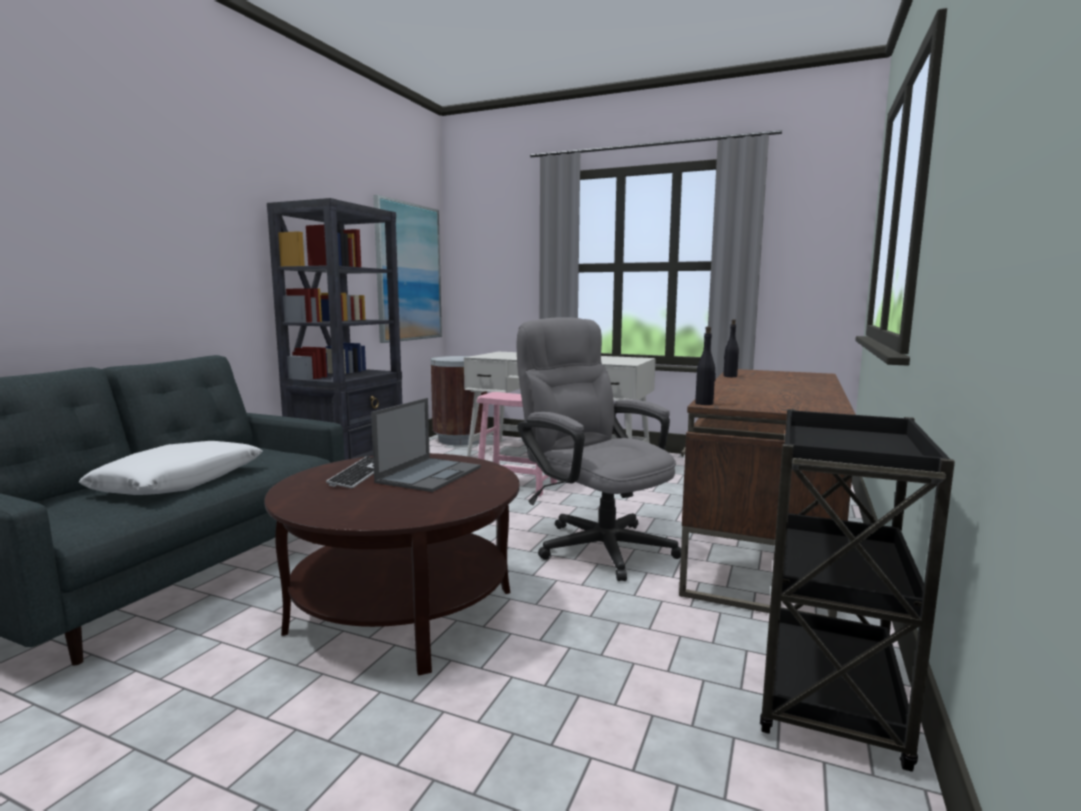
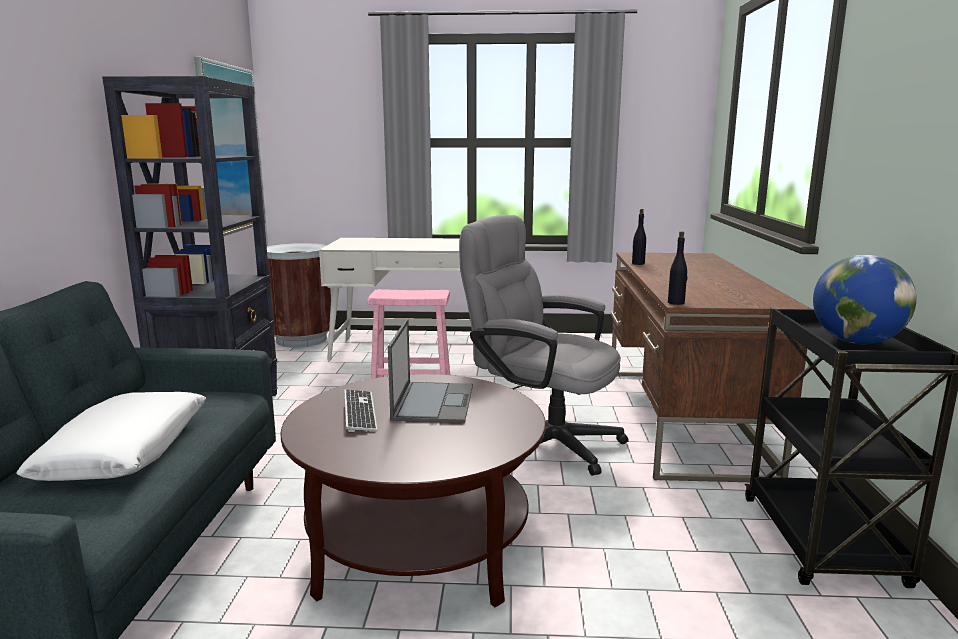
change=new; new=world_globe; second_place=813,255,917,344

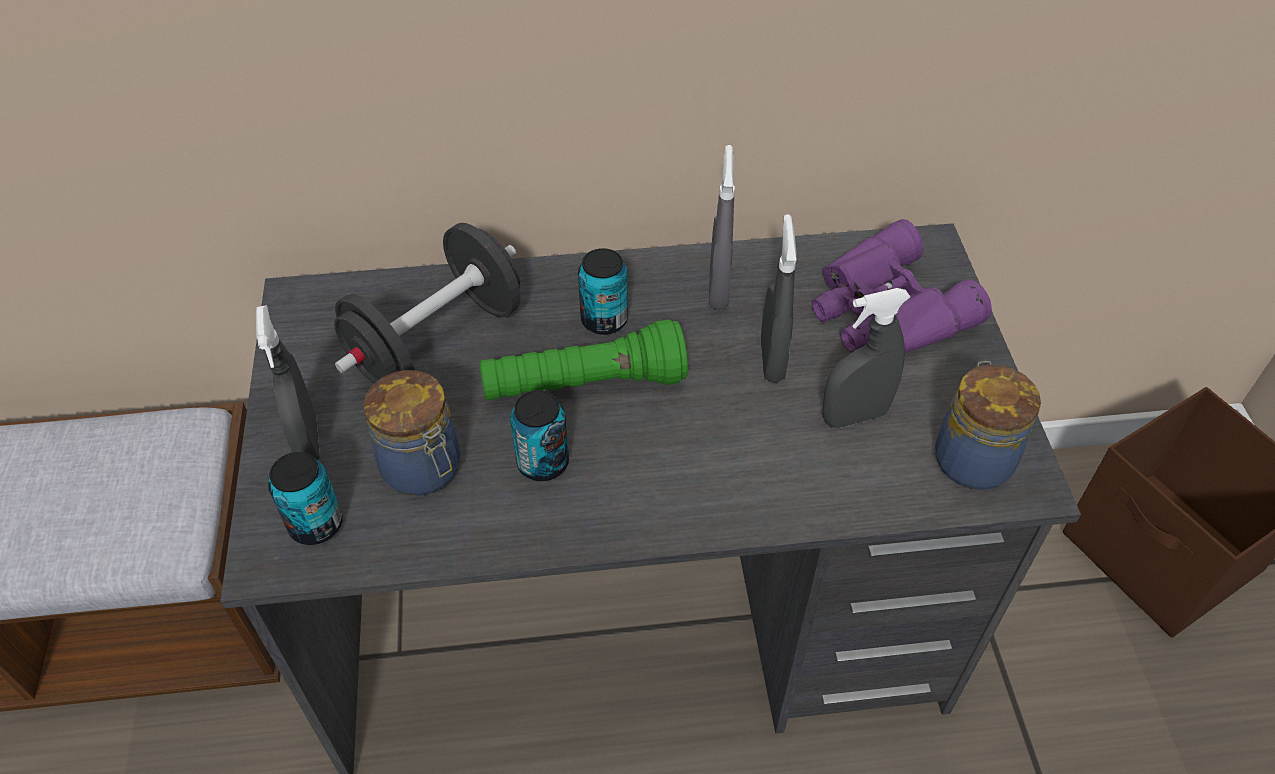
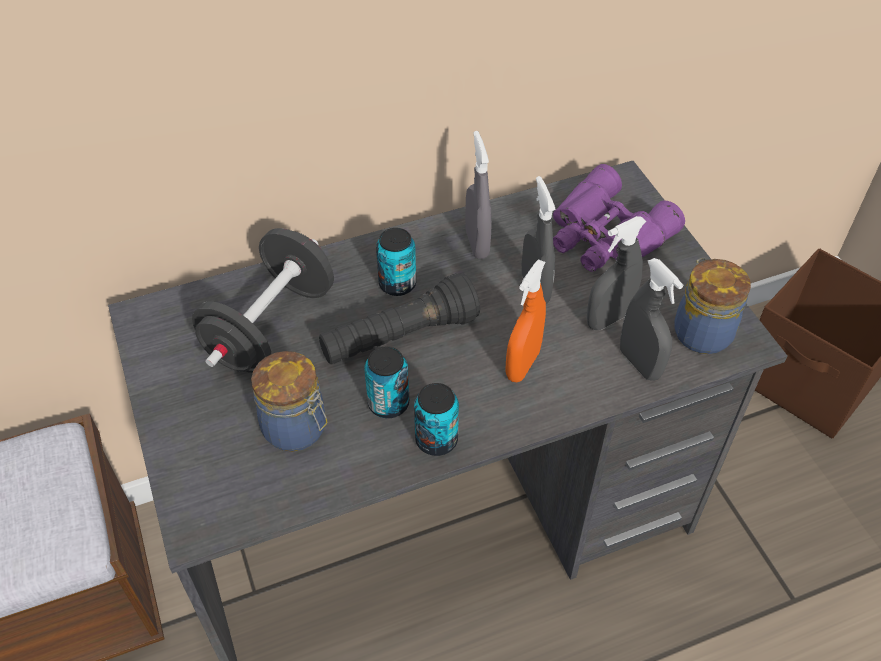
change=new; new=orangey_spray_bottle; second_place=505,259,546,382
change=shifted; old=grey_spray_bottle; first_place=256,305,320,460; second_place=620,258,683,381
change=shifted; old=sealed_can; first_place=268,452,343,545; second_place=414,383,459,456
change=repainted; old=greenish_hand_torch; new=blackish_hand_torch; first_place=479,319,688,400; second_place=319,273,480,365

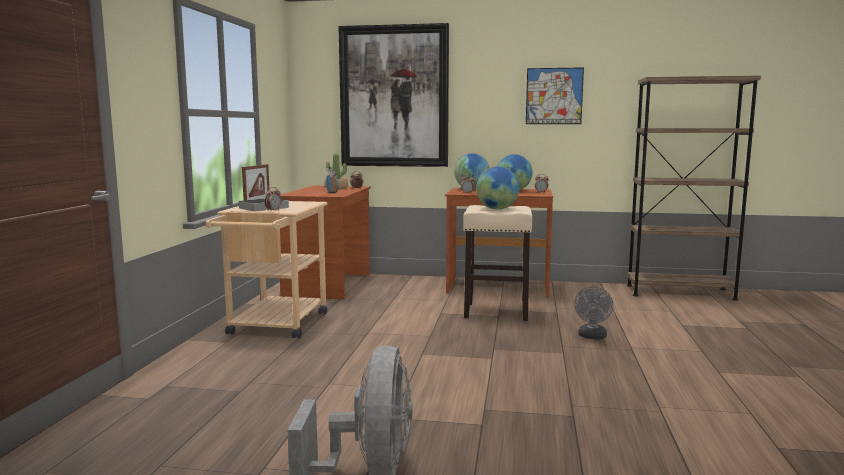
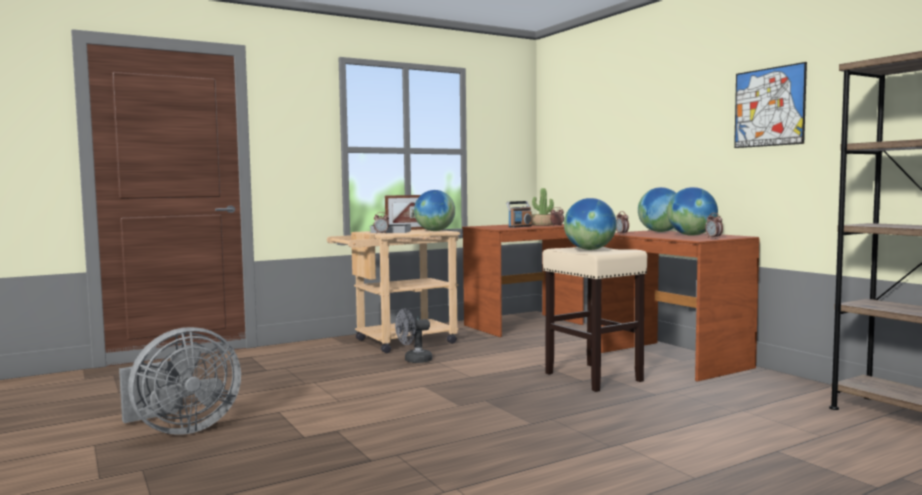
change=gone; old=wall_art; first_place=338,23,449,167
change=new; new=world_globe; second_place=414,190,455,231
change=shifted; old=grey_fan; first_place=574,286,613,339; second_place=395,309,432,363

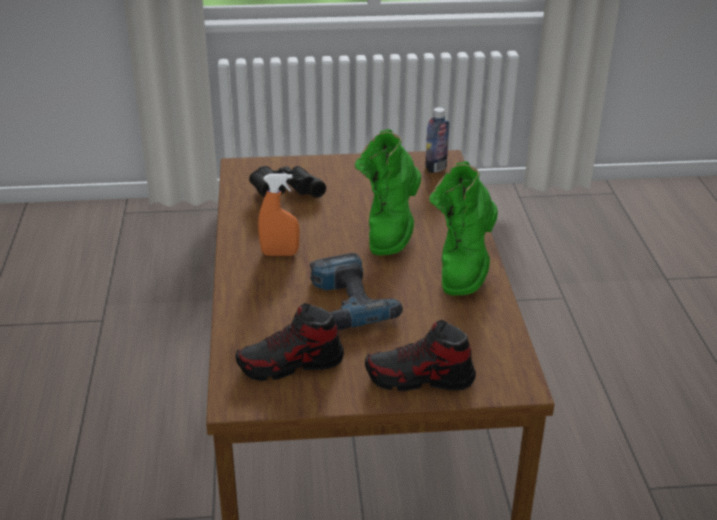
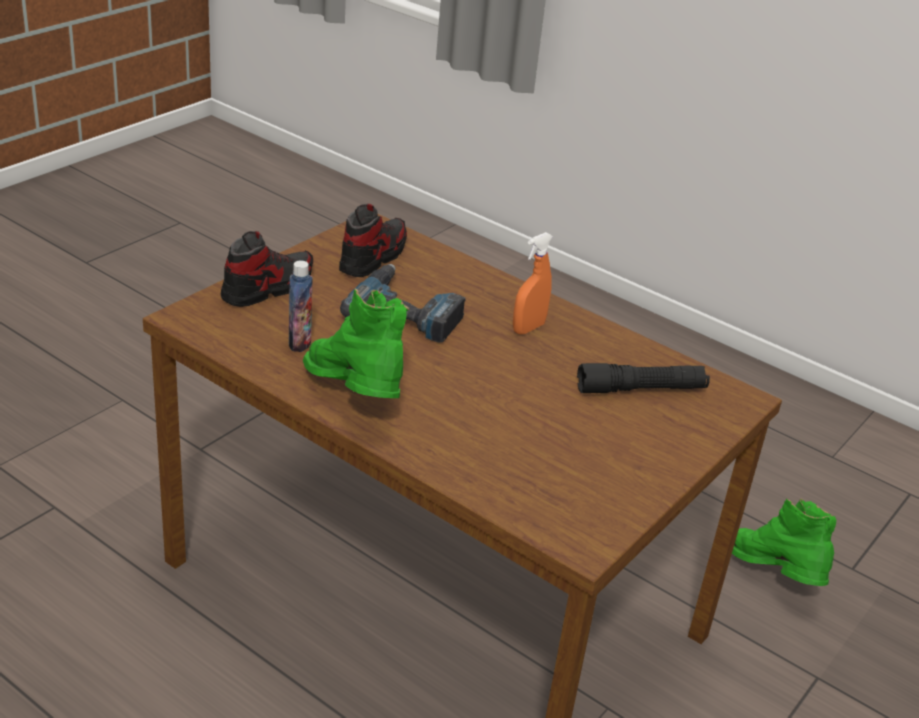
change=shifted; old=greenish_boot; first_place=355,129,421,255; second_place=732,499,836,586
change=shifted; old=bottle; first_place=425,107,449,173; second_place=289,260,313,352
change=swapped; old=blackish_field_glasses; new=blackish_hand_torch; first_place=249,166,326,198; second_place=577,363,710,393

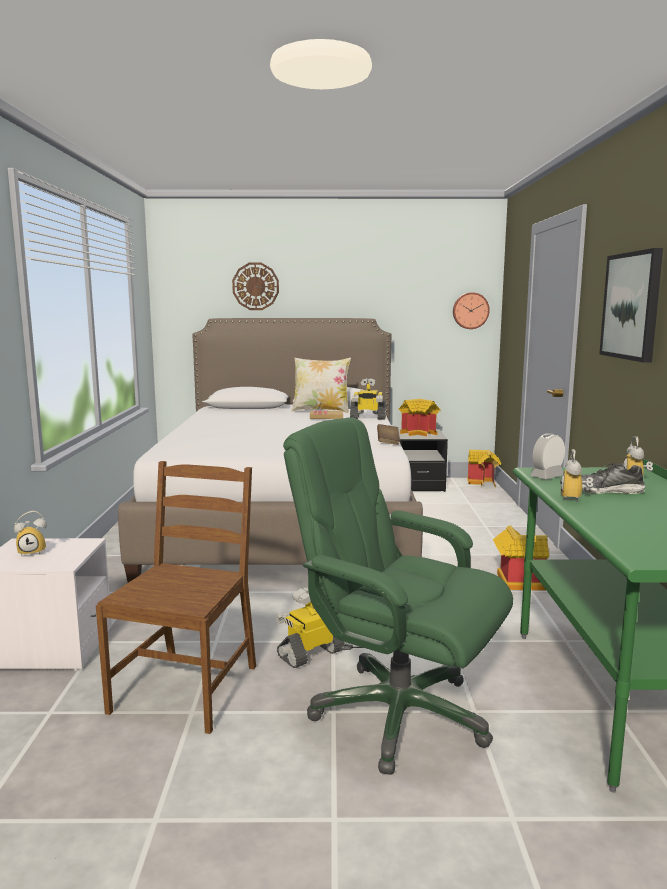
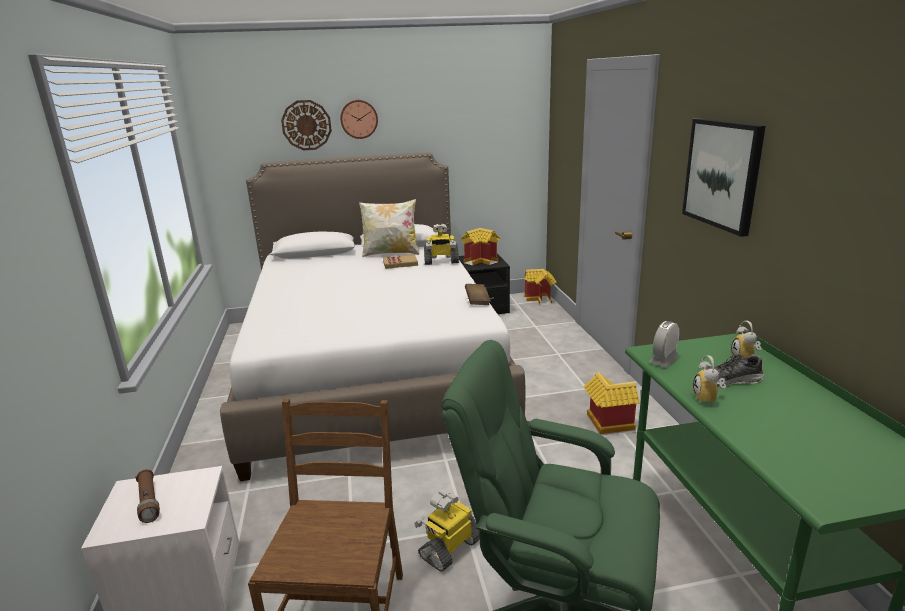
change=shifted; old=wall_clock; first_place=453,292,490,329; second_place=340,100,378,139
change=swapped; old=table_clock; new=brown_hand_torch; first_place=14,511,47,556; second_place=135,469,160,523

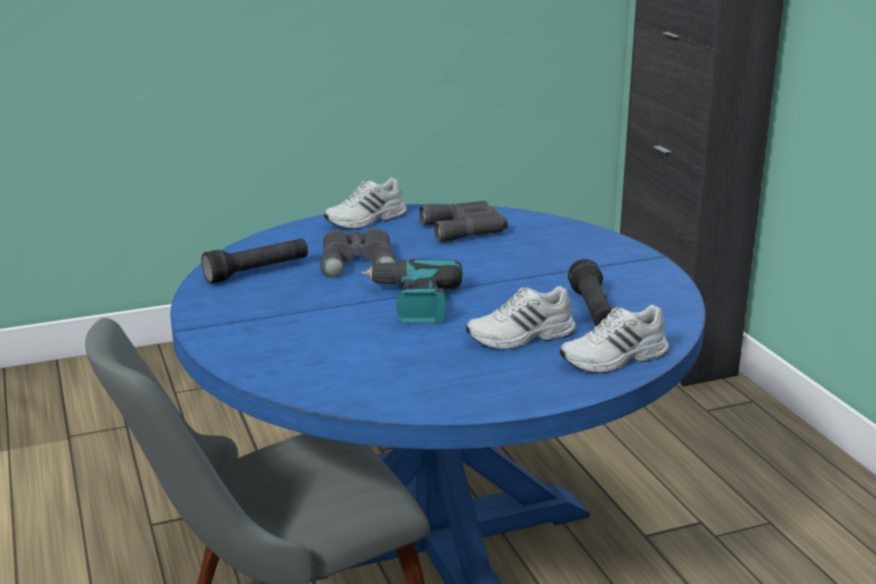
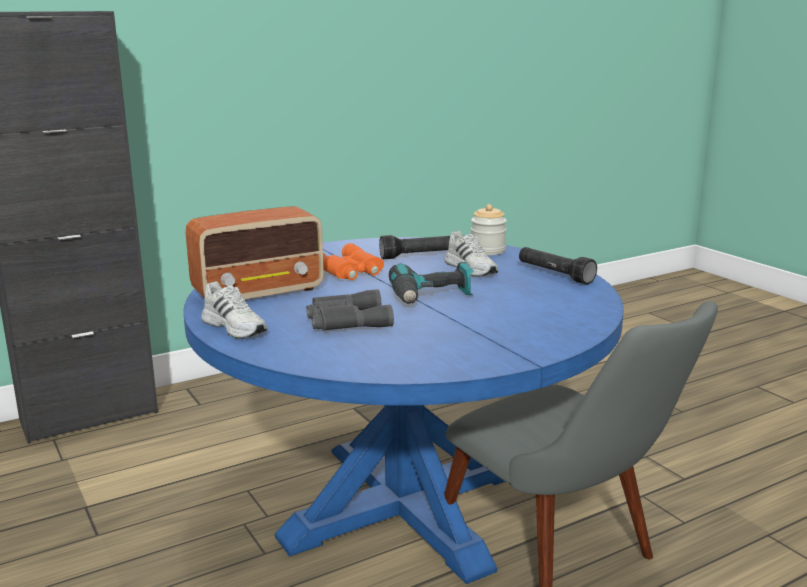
change=new; new=orangey_field_glasses; second_place=323,243,384,280
change=shifted; old=blackish_hand_torch; first_place=201,238,308,284; second_place=519,247,597,285
change=swapped; old=grey_field_glasses; new=radio_set; first_place=419,201,508,242; second_place=186,206,324,299
change=swapped; old=white-coloured_low_shoe; new=preserve_jar; first_place=560,305,669,373; second_place=471,204,507,255

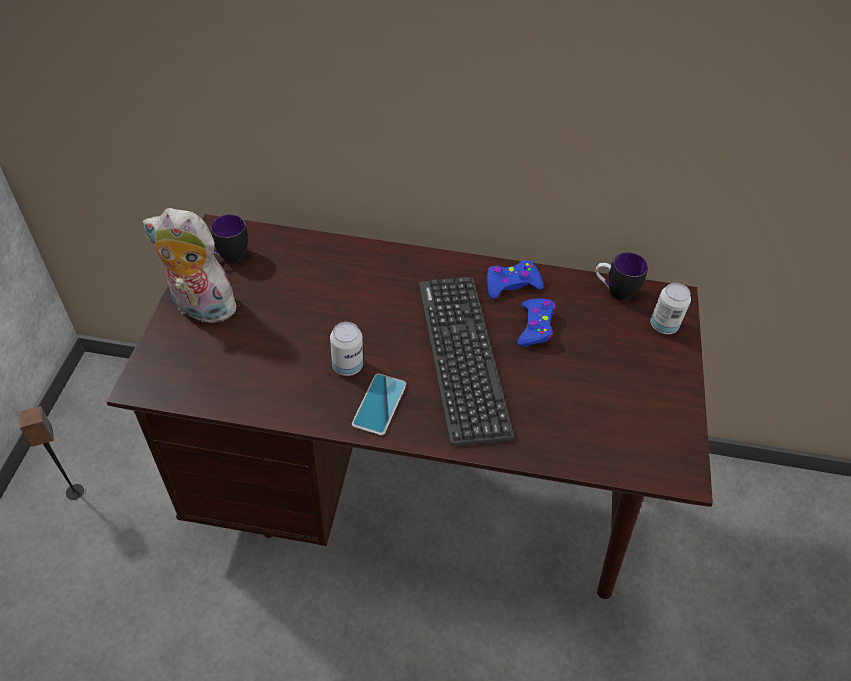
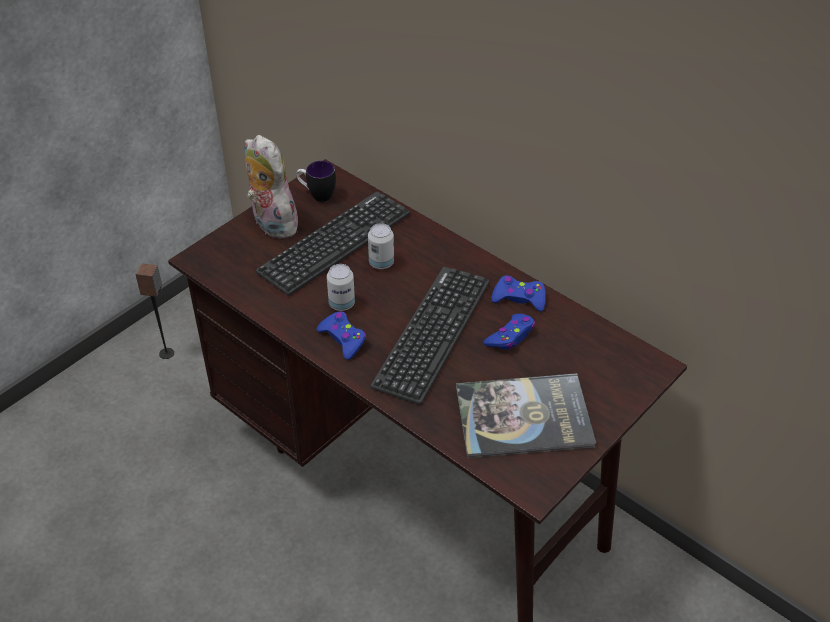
change=gone; old=mug; first_place=595,252,648,301
change=new; new=computer_keyboard; second_place=256,192,410,296
change=new; new=bound_book; second_place=456,373,596,458
change=shifted; old=sealed_can; first_place=650,283,691,334; second_place=368,223,394,269
change=swapped; old=handset; new=bluish_game_controller; first_place=352,373,406,435; second_place=317,311,366,360

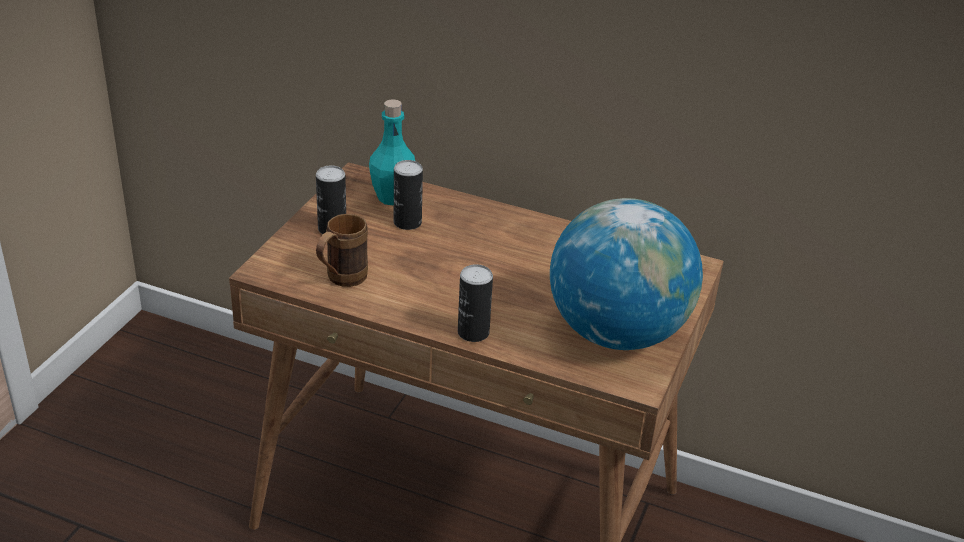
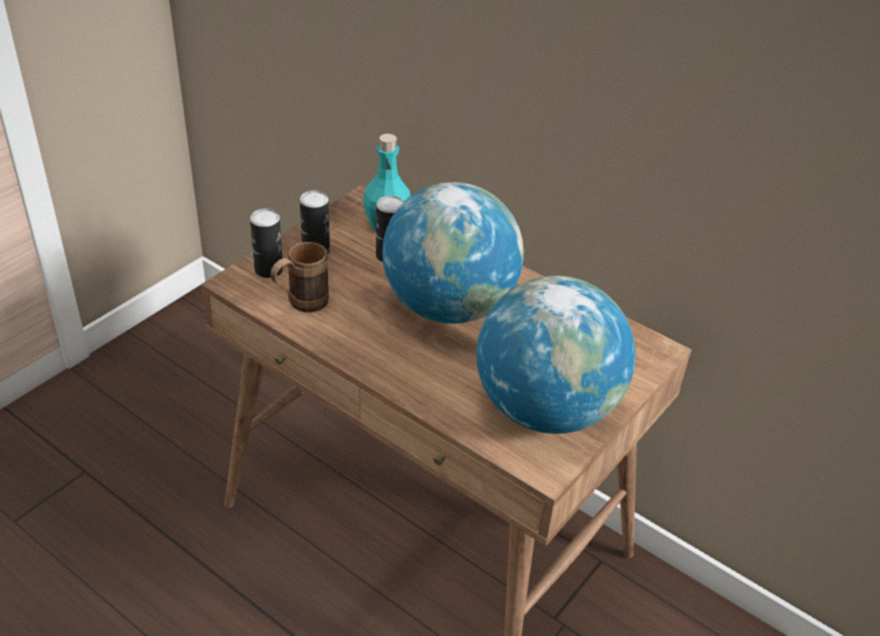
change=new; new=world_globe; second_place=382,182,524,324
change=shifted; old=sealed_can; first_place=458,264,493,342; second_place=250,209,283,278

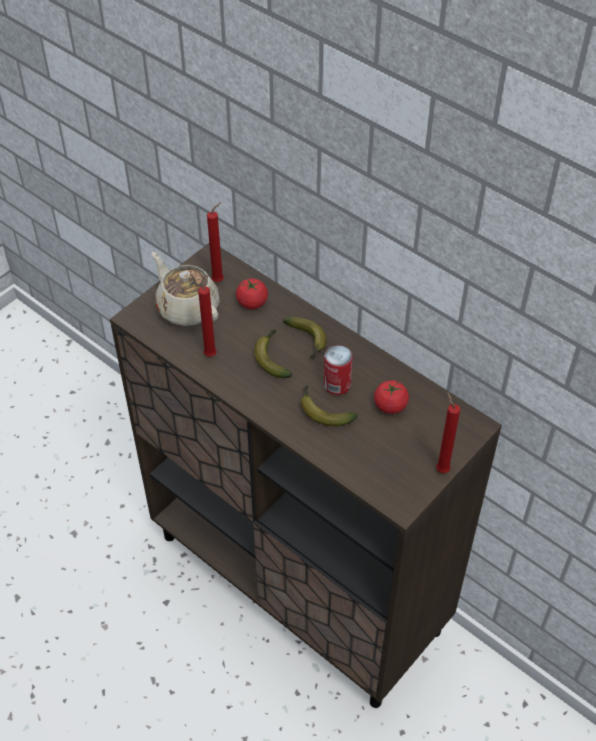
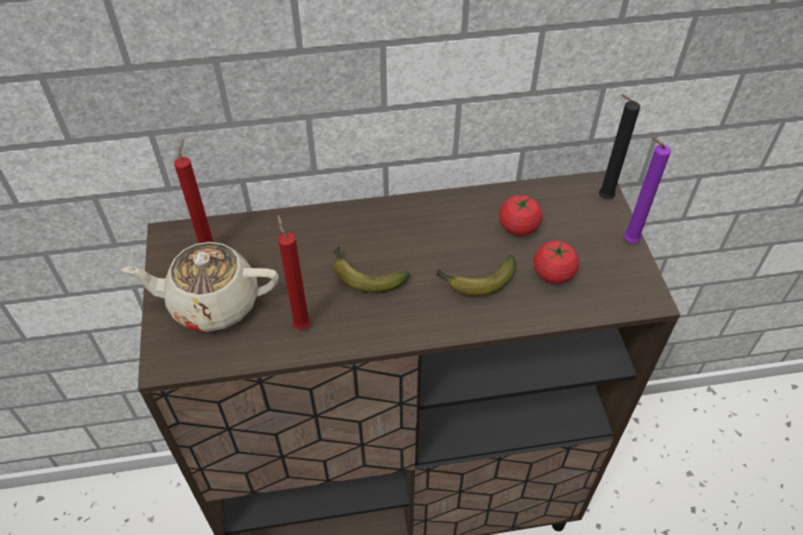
change=gone; old=banana_fruit; first_place=283,317,327,360
change=gone; old=sealed_can; first_place=324,345,353,395
change=new; new=blackish_candle; second_place=599,95,640,199
change=shifted; old=whole_tomato; first_place=236,278,268,309; second_place=533,241,579,284
change=repainted; old=red_candle; new=purple_candle; first_place=436,392,460,473; second_place=624,136,671,243

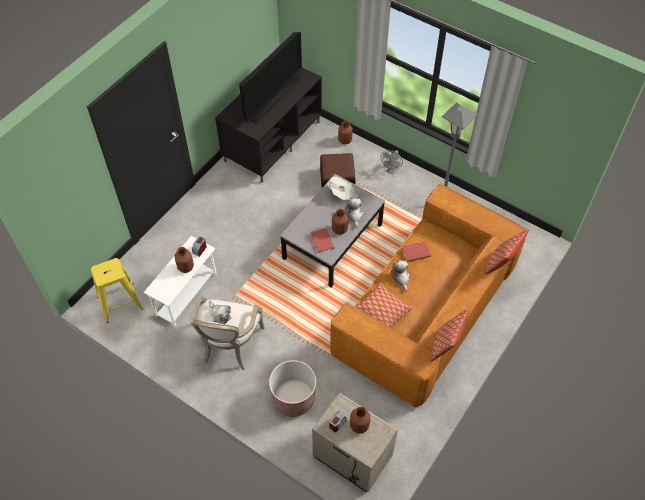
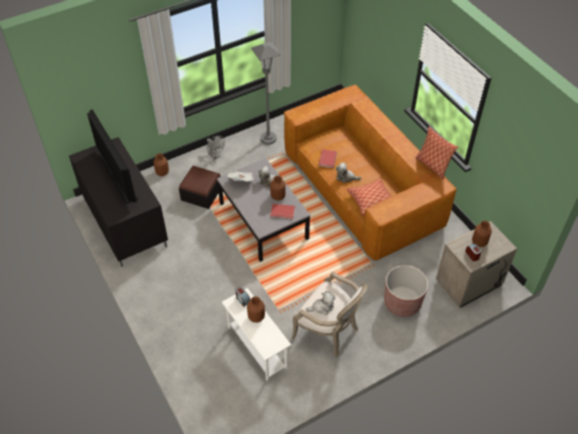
change=gone; old=yellow-coloured_sitting_stool; first_place=91,258,143,323
change=gone; old=cushion; first_place=485,229,529,274

